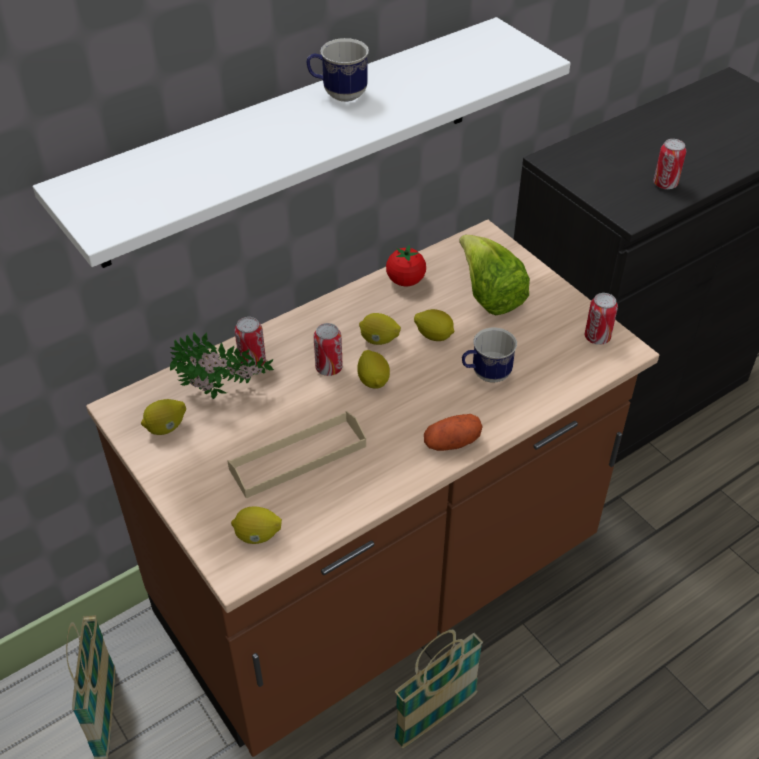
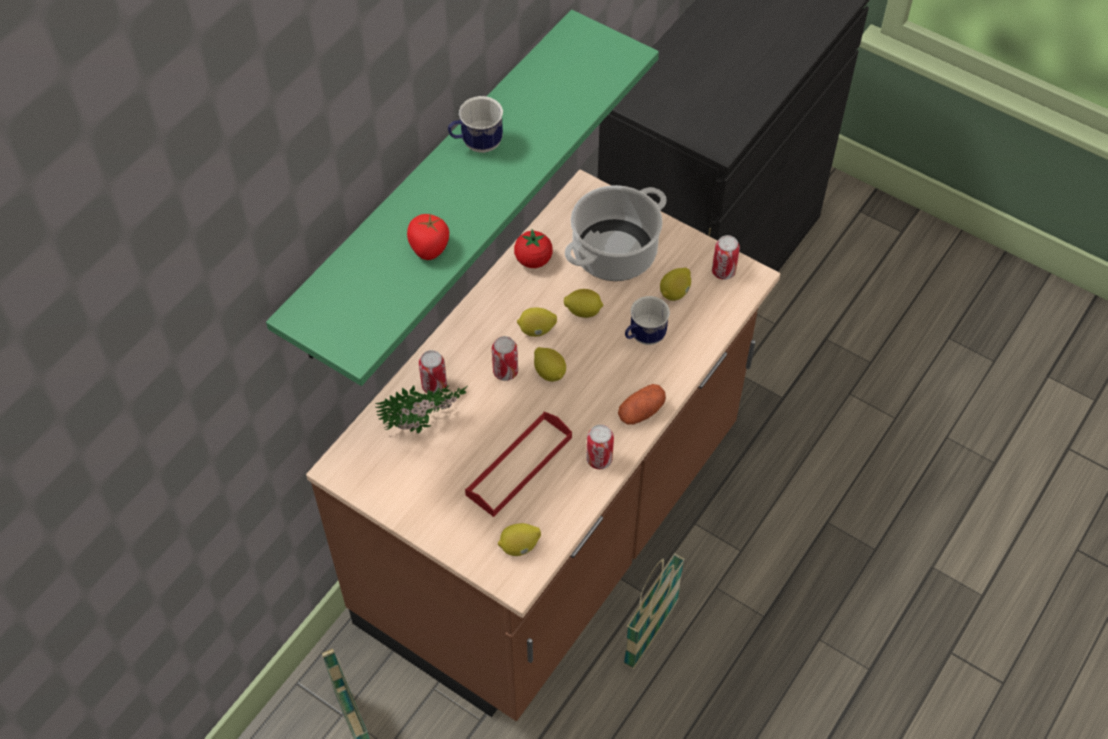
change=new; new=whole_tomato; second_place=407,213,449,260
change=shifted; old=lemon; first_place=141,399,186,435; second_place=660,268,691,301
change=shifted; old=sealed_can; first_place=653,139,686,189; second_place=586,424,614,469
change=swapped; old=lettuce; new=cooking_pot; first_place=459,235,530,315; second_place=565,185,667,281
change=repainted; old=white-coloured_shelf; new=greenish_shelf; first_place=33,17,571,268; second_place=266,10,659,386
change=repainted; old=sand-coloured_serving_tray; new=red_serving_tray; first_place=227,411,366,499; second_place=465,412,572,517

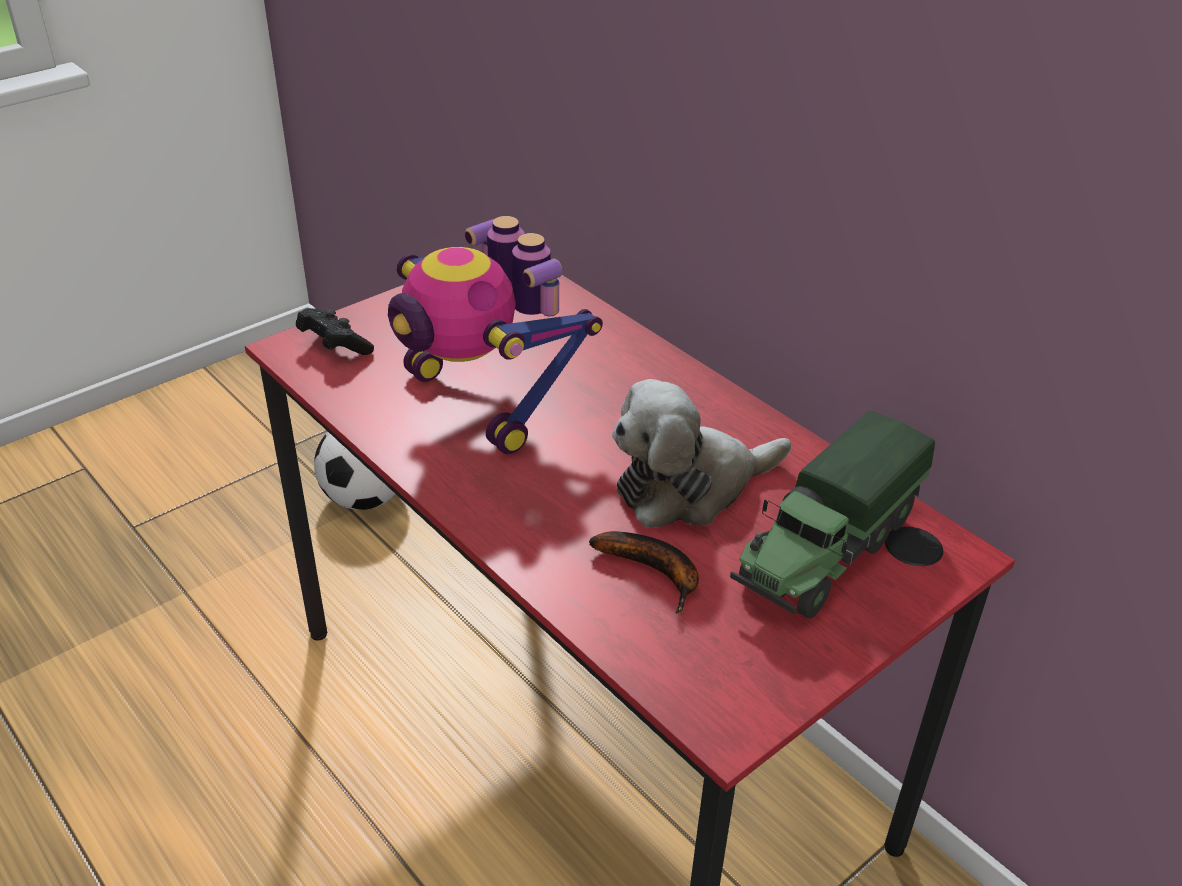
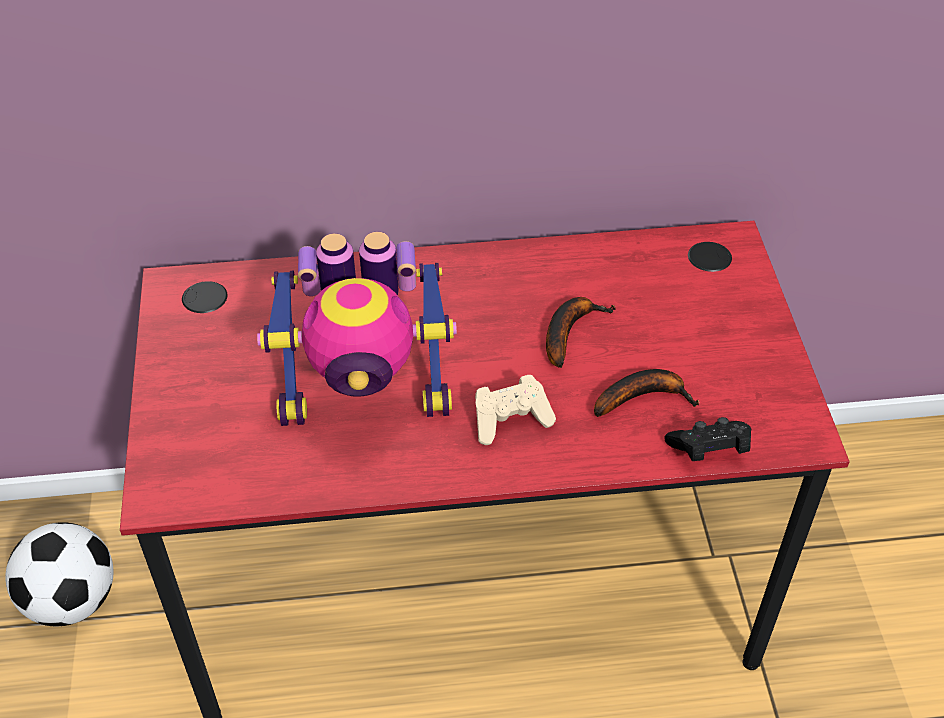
change=gone; old=toy_lorry; first_place=730,410,935,619
change=new; new=sand-coloured_game_controller; second_place=475,375,556,445
change=shifted; old=blackish_game_controller; first_place=296,308,374,355; second_place=664,417,751,461
change=swapped; old=plush_toy; new=banana_fruit; first_place=612,379,791,527; second_place=546,297,616,368

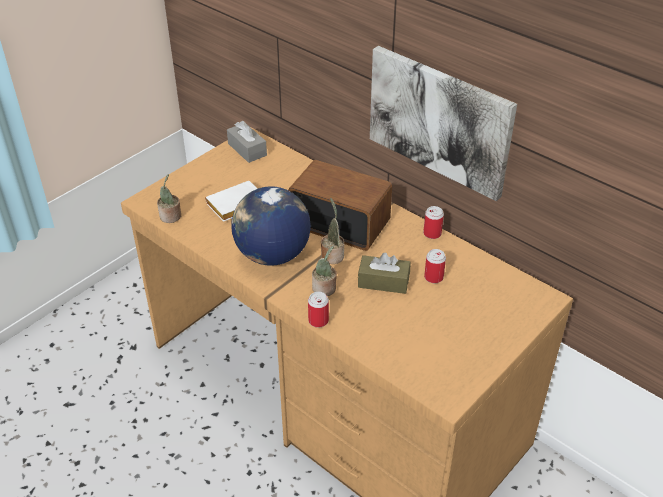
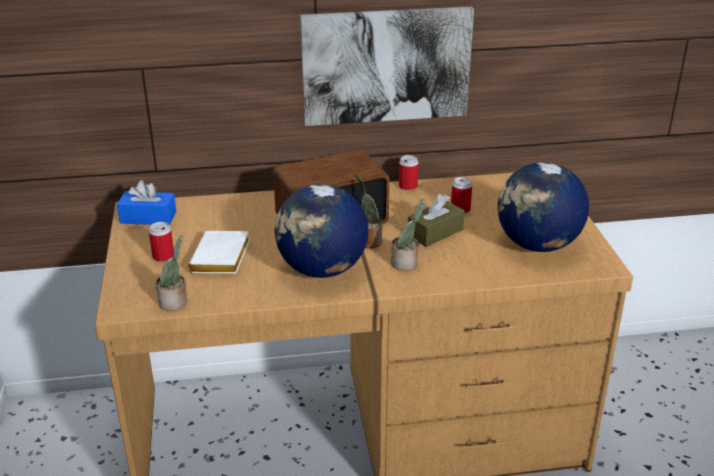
change=new; new=world_globe; second_place=497,162,589,252
change=shifted; old=sealed_can; first_place=308,292,329,328; second_place=149,222,174,262
change=repainted; old=grey_tissue_holder; new=bluish_tissue_holder; first_place=227,121,267,163; second_place=117,180,176,225

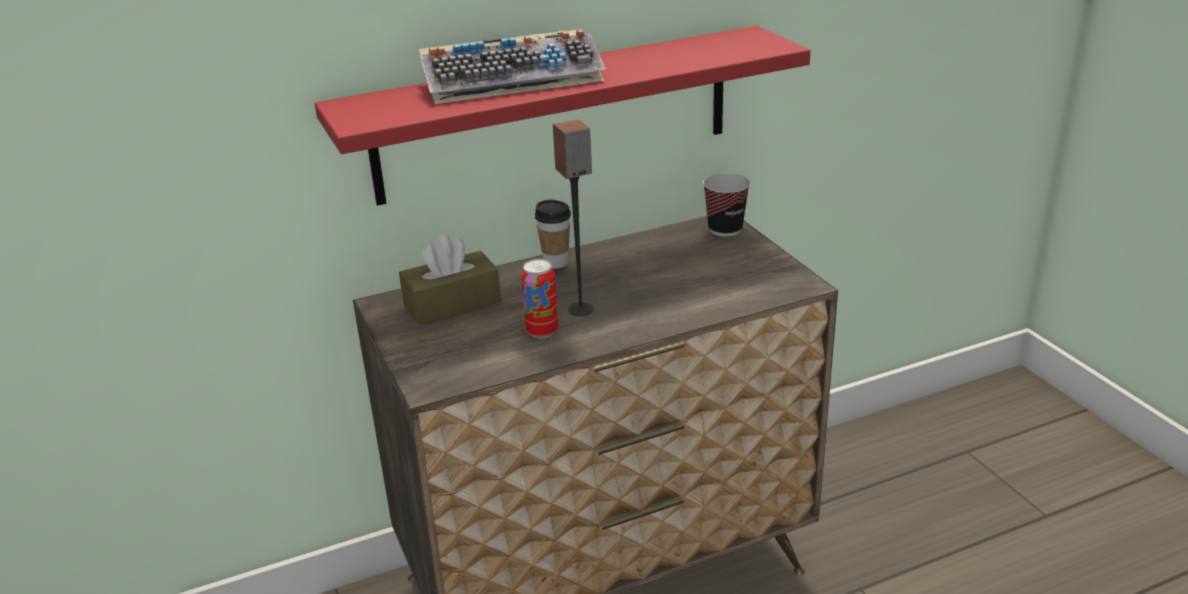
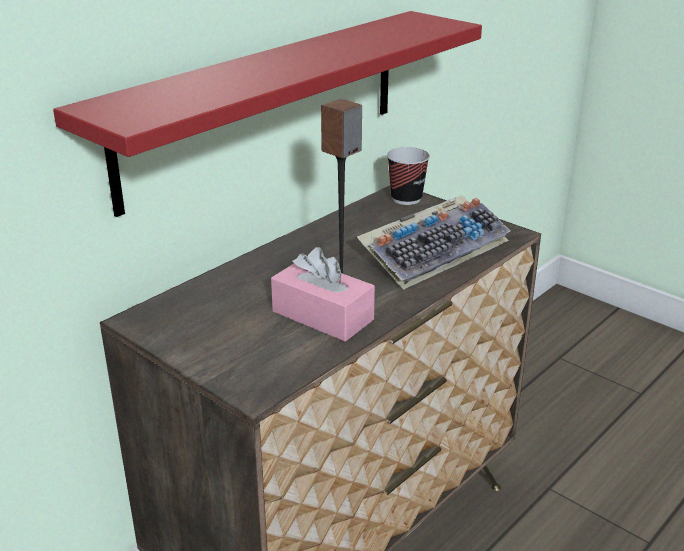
change=gone; old=brown_tissue_holder; first_place=399,234,501,325
change=gone; old=small_cup; first_place=535,199,571,269
change=shifted; old=computer_keyboard; first_place=419,29,606,104; second_place=357,195,510,290
change=swapped; old=sealed_can; new=pink-coloured_tissue_holder; first_place=521,259,558,338; second_place=271,247,375,342

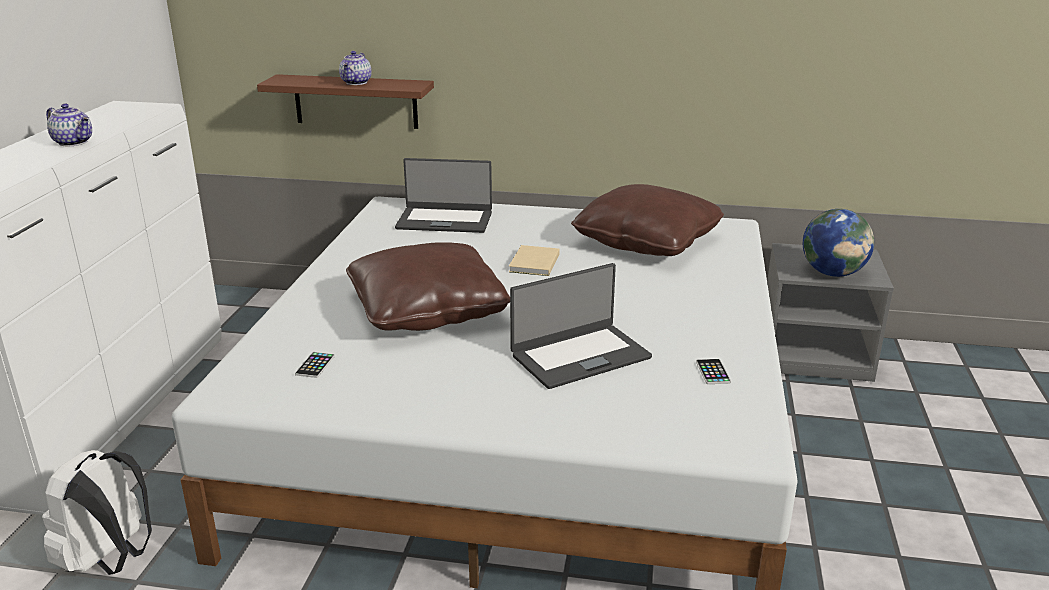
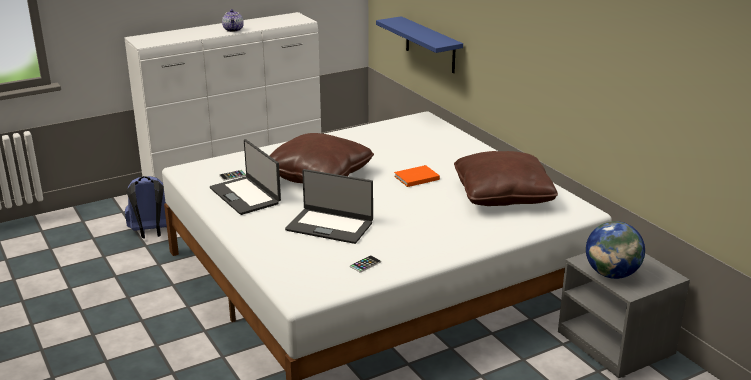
change=gone; old=tea_pot; first_place=339,51,372,85
change=shifted; old=laptop; first_place=395,158,492,233; second_place=210,139,281,215
change=repainted; old=white-coloured_rucksack; new=bluish_rucksack; first_place=42,450,152,575; second_place=125,176,167,238
change=repainted; old=brown_shelf; new=bluish_shelf; first_place=257,74,434,129; second_place=376,16,463,73
change=repainted; old=sand-coloured_bound_book; new=orangey_bound_book; first_place=509,245,560,276; second_place=394,165,440,187

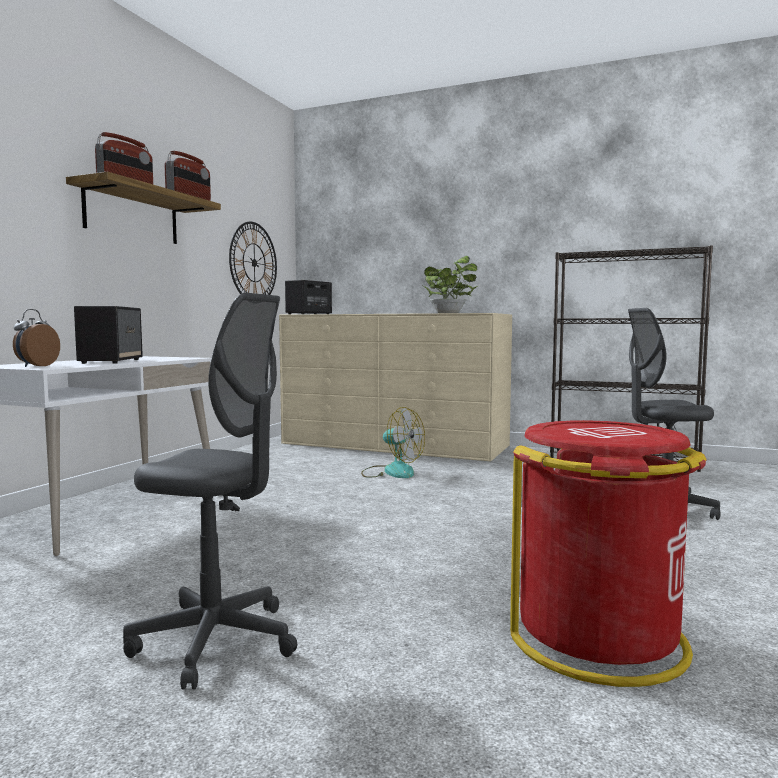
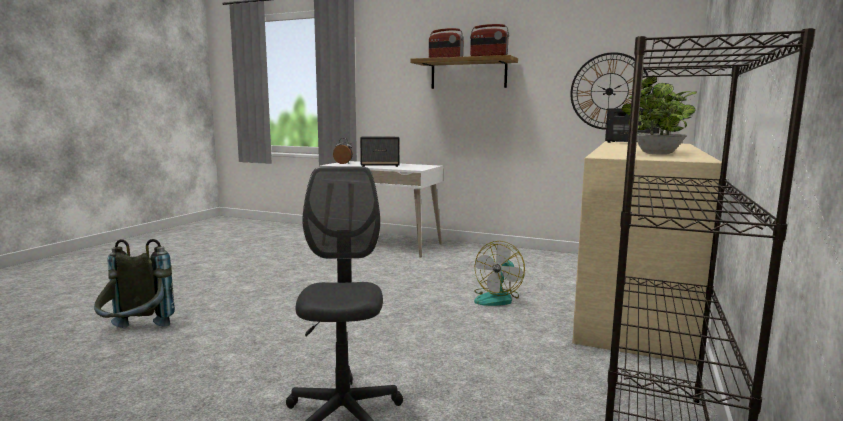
change=gone; old=grey_office_chair; first_place=123,293,297,689
change=swapped; old=red_rubbish_bin; new=grey_rucksack; first_place=510,420,707,687; second_place=94,239,175,328

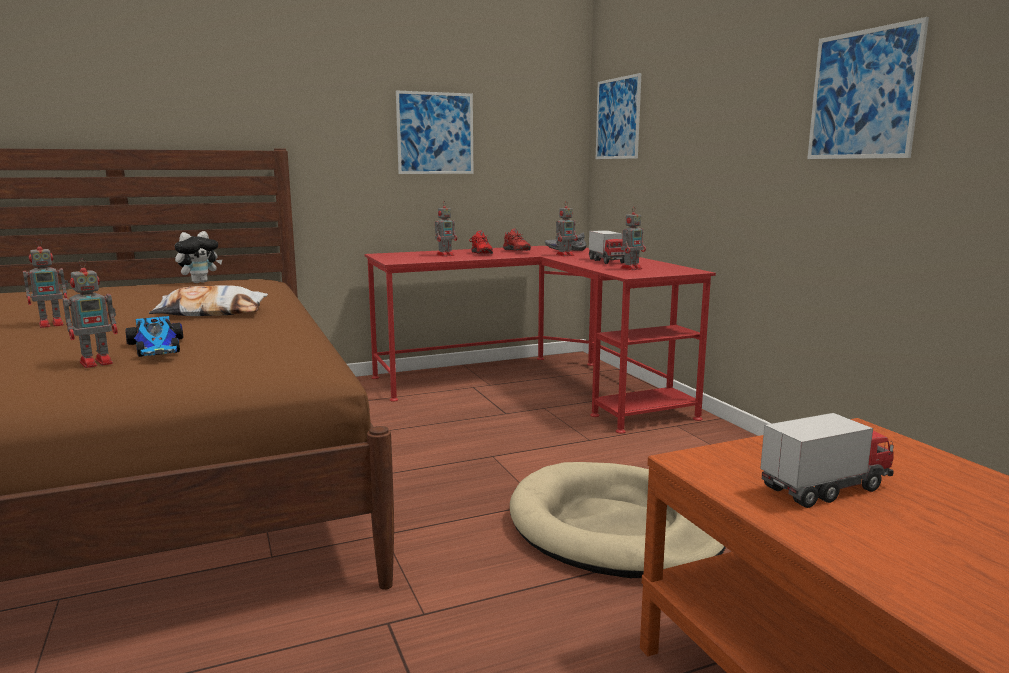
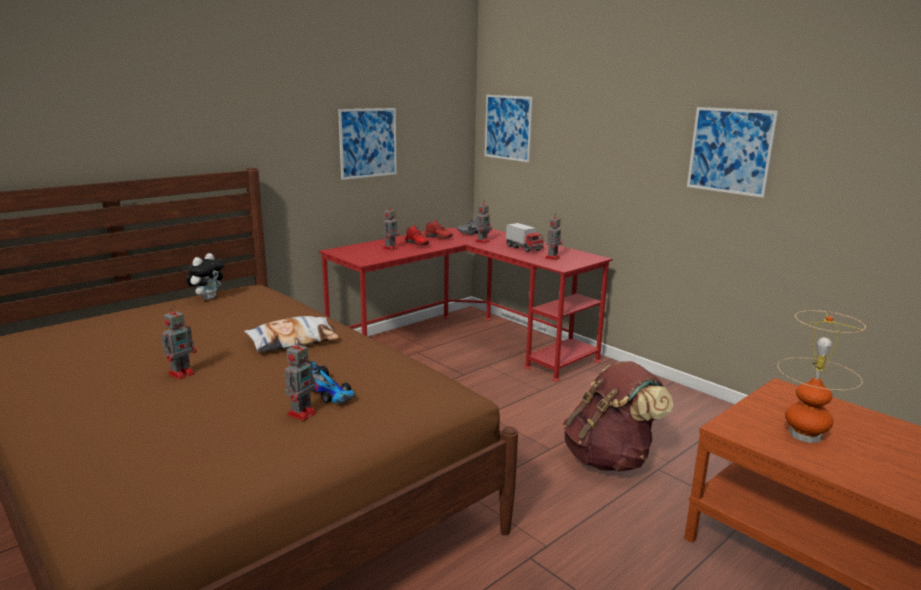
change=swapped; old=sand-coloured_dog_cushion; new=brown_rucksack; first_place=510,462,726,578; second_place=563,361,674,471
change=swapped; old=toy_lorry; new=tabletop_lamp; first_place=760,413,894,508; second_place=778,310,866,443

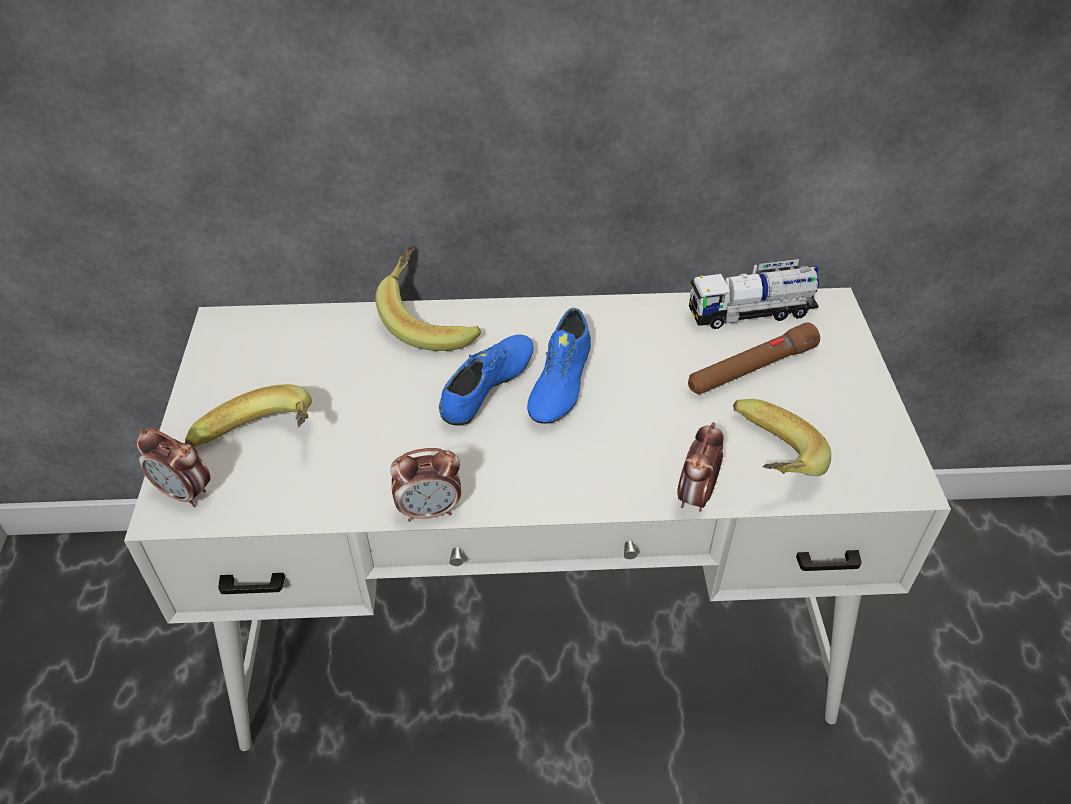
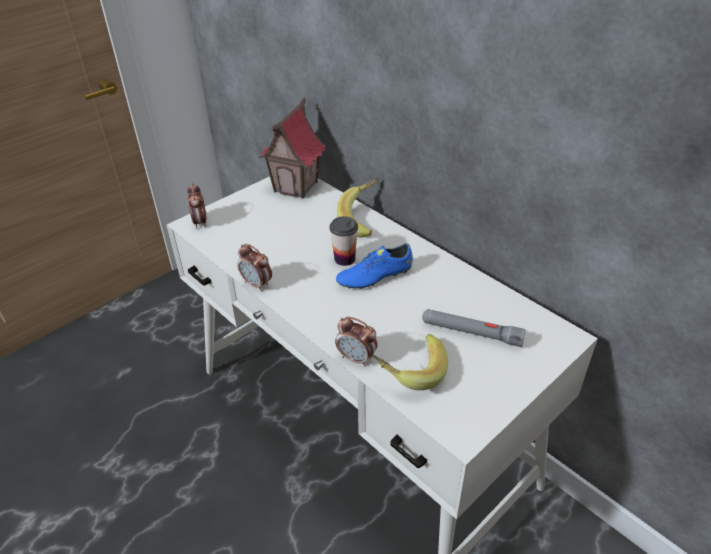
change=gone; old=banana_fruit; first_place=185,384,312,448
change=gone; old=toy_lorry; first_place=689,259,819,329
change=new; new=miniature_house; second_place=259,98,326,199
change=swapped; old=bluish_low_shoe; new=small_cup; first_place=439,335,534,426; second_place=329,216,358,266
change=repainted; old=brown_hand_torch; new=grey_hand_torch; first_place=688,322,820,394; second_place=422,309,526,347
change=rotated; old=table_clock; first_place=677,422,724,512; second_place=335,317,378,367; degrees=-135

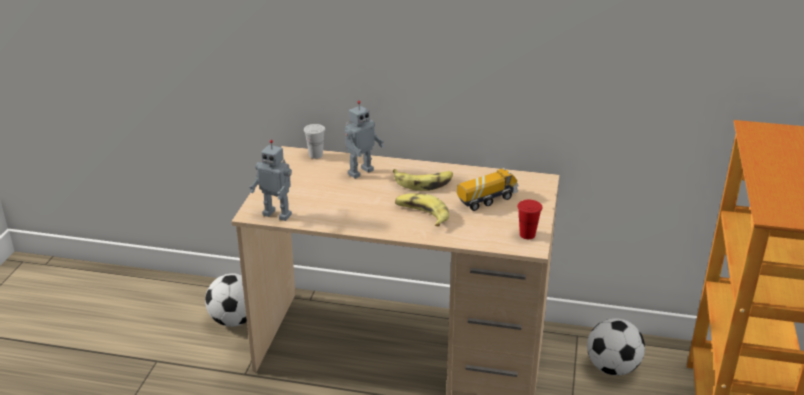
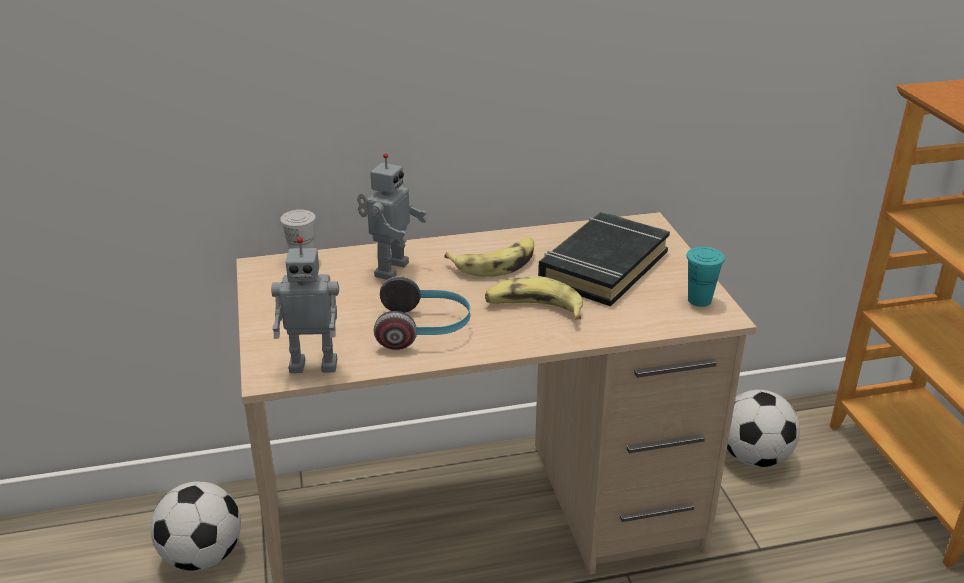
change=new; new=headphones; second_place=374,276,470,350
change=swapped; old=toy_lorry; new=blackish_bound_book; first_place=457,168,519,211; second_place=538,212,670,306
change=repainted; old=red_small_cup; new=turquoise-coloured_small_cup; first_place=517,200,542,239; second_place=686,247,725,307

